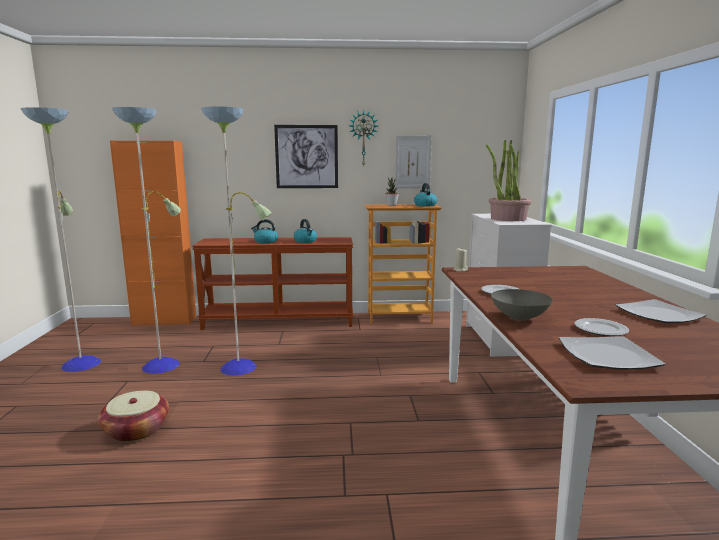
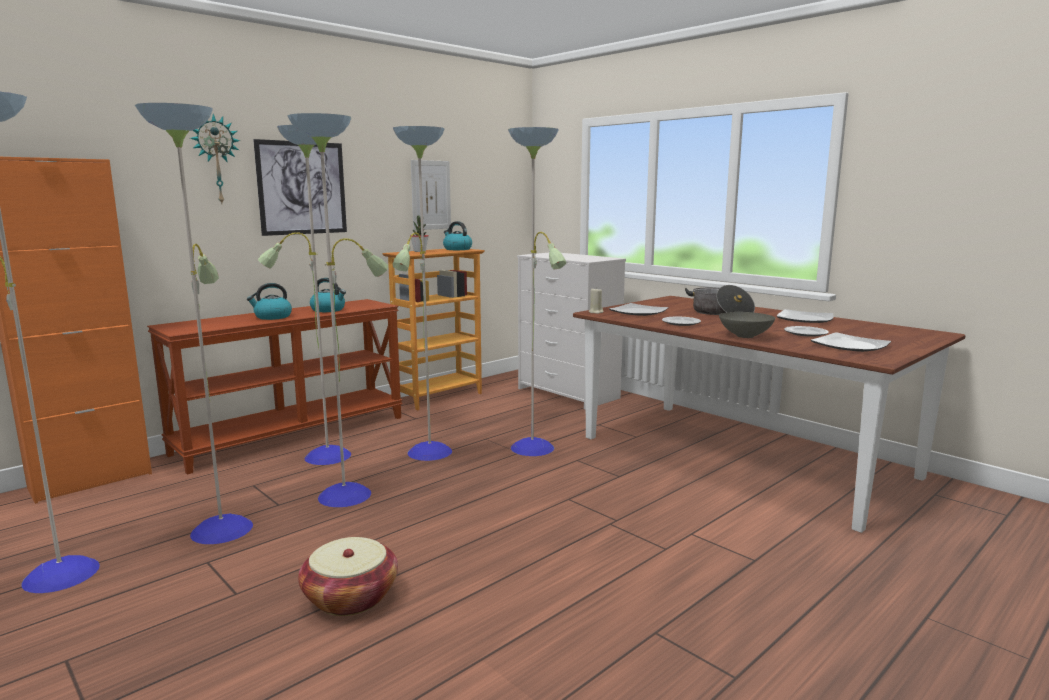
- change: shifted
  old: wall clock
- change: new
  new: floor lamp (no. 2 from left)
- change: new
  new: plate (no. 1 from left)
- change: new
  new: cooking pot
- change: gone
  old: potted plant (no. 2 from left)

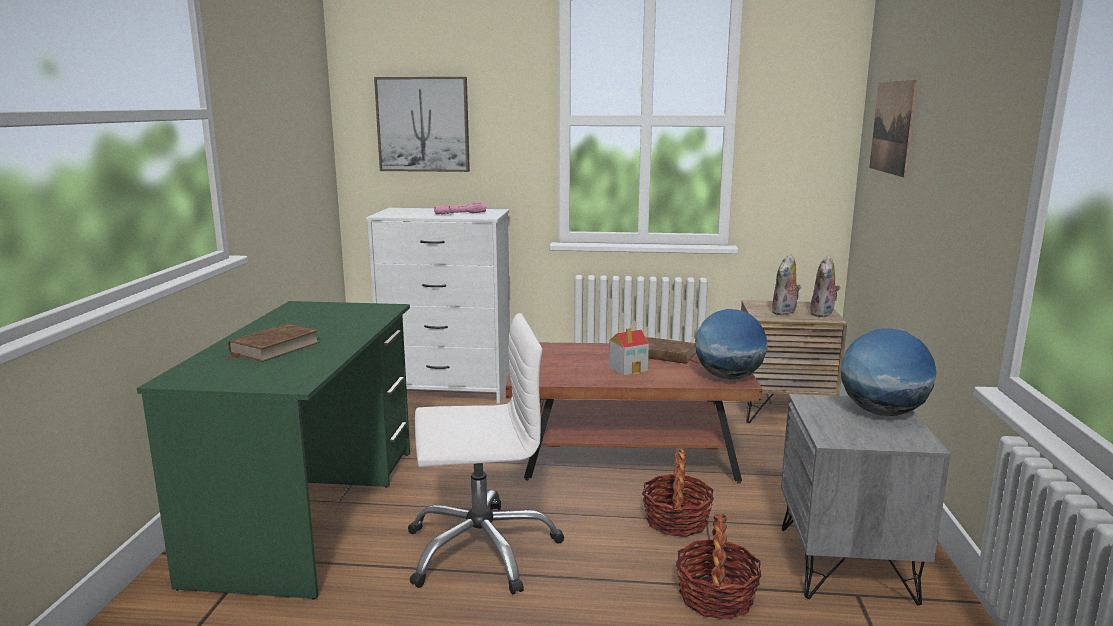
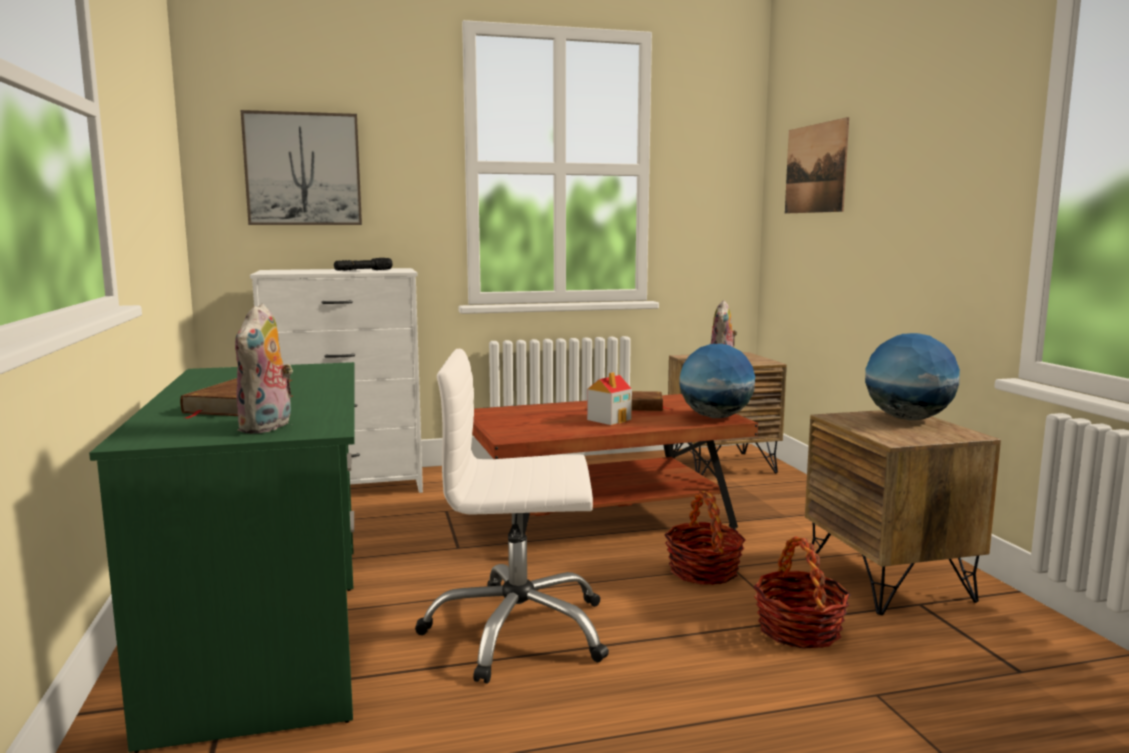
- change: shifted
  old: plush toy (no. 2 from left in the first image)
  new: plush toy (no. 1 from left)
- change: repainted
  old: flashlight (pink)
  new: flashlight (black)
- change: rotated
  old: office chair (white)
  degrees: -150
- change: repainted
  old: nightstand (grey)
  new: nightstand (brown) (no. 2 from left)

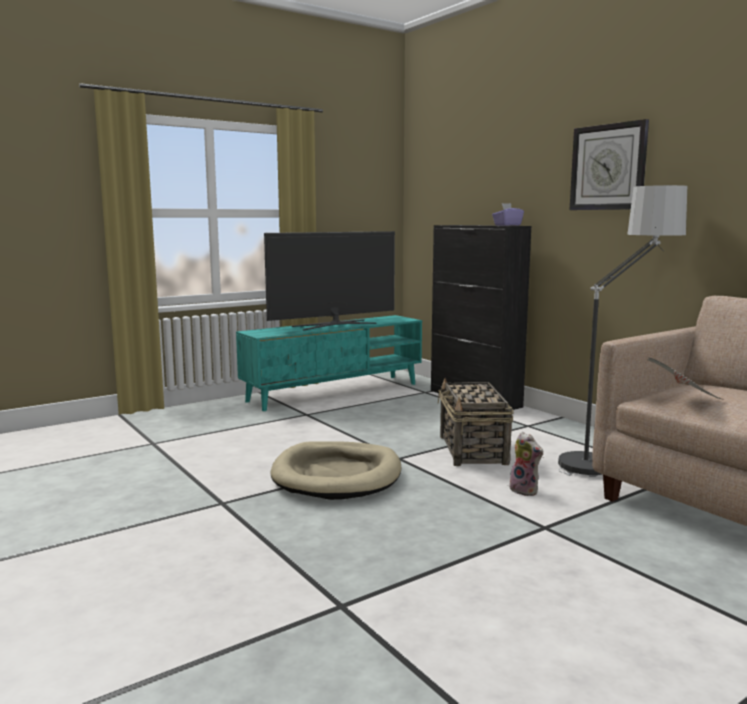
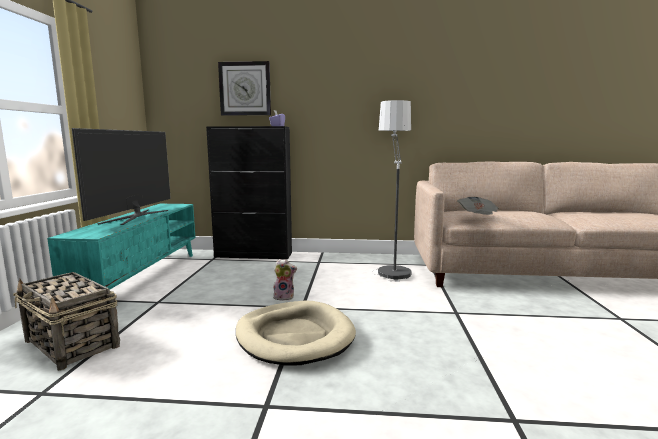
- change: shifted
  old: basket
- change: shifted
  old: wall clock
- change: shifted
  old: plush toy

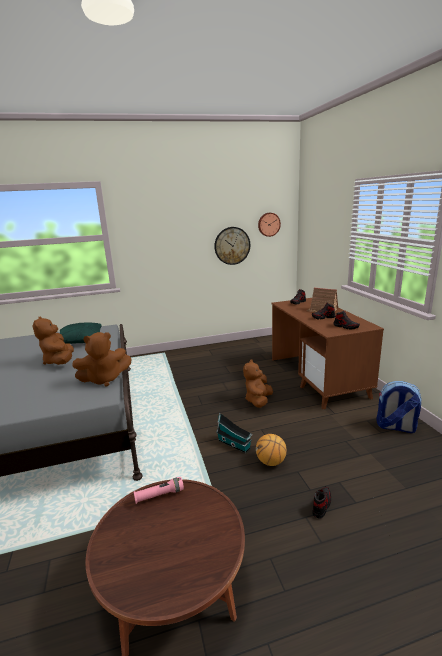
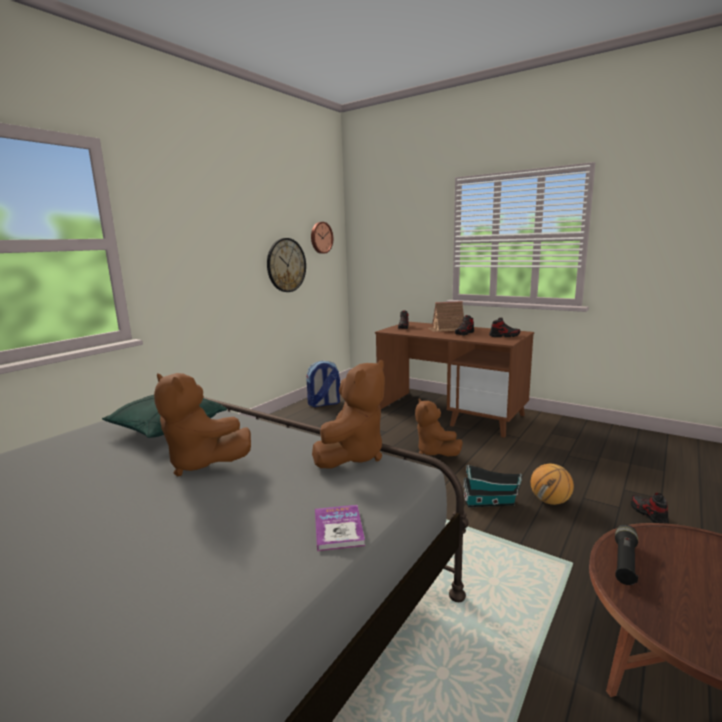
- change: shifted
  old: backpack
- change: new
  new: book
- change: repainted
  old: flashlight (pink)
  new: flashlight (black)

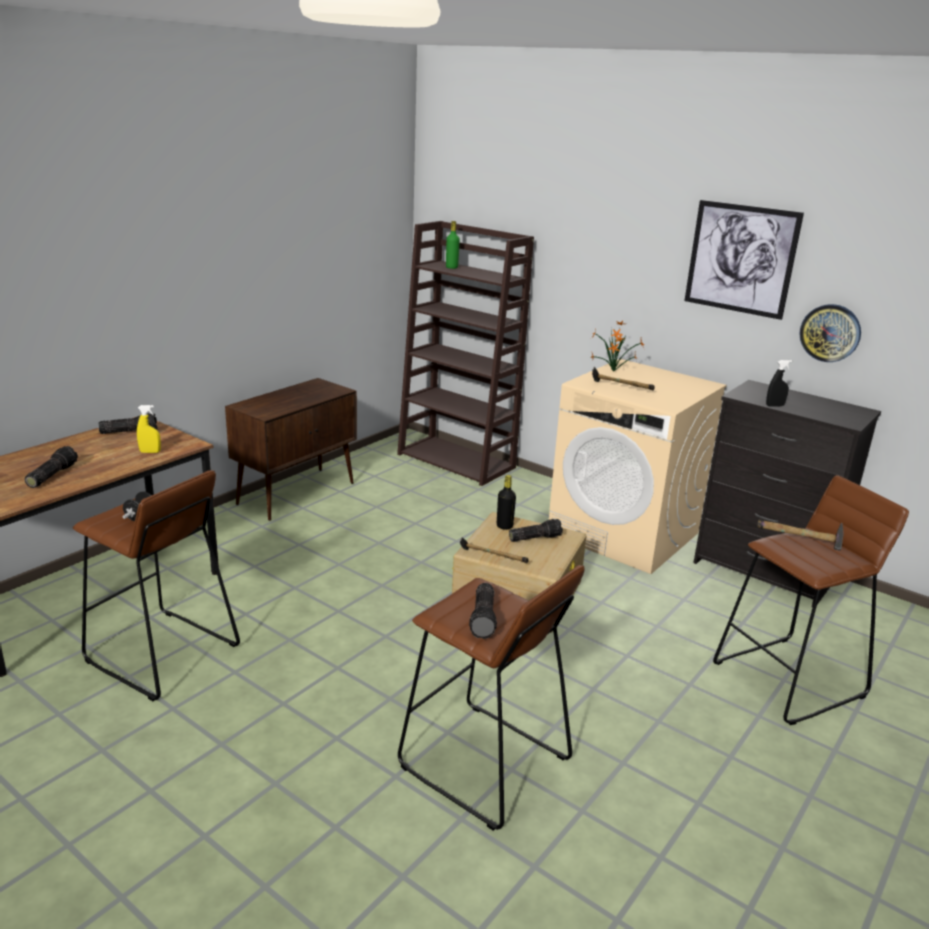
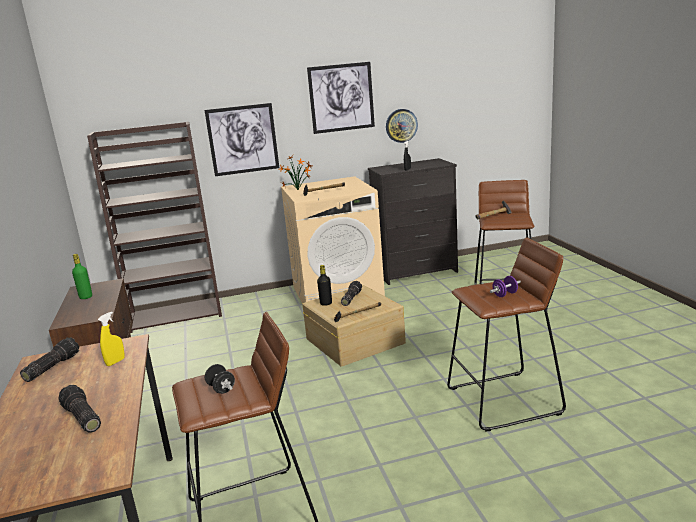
- change: shifted
  old: bottle (green)
- change: new
  new: picture (no. 1 from left)
- change: swapped
  old: flashlight (no. 3 from left)
  new: dumbbell (purple)

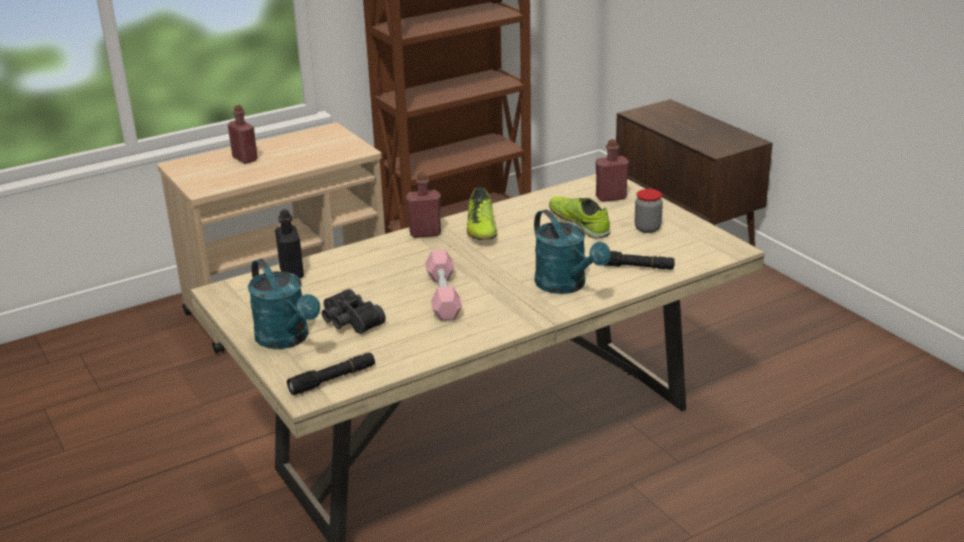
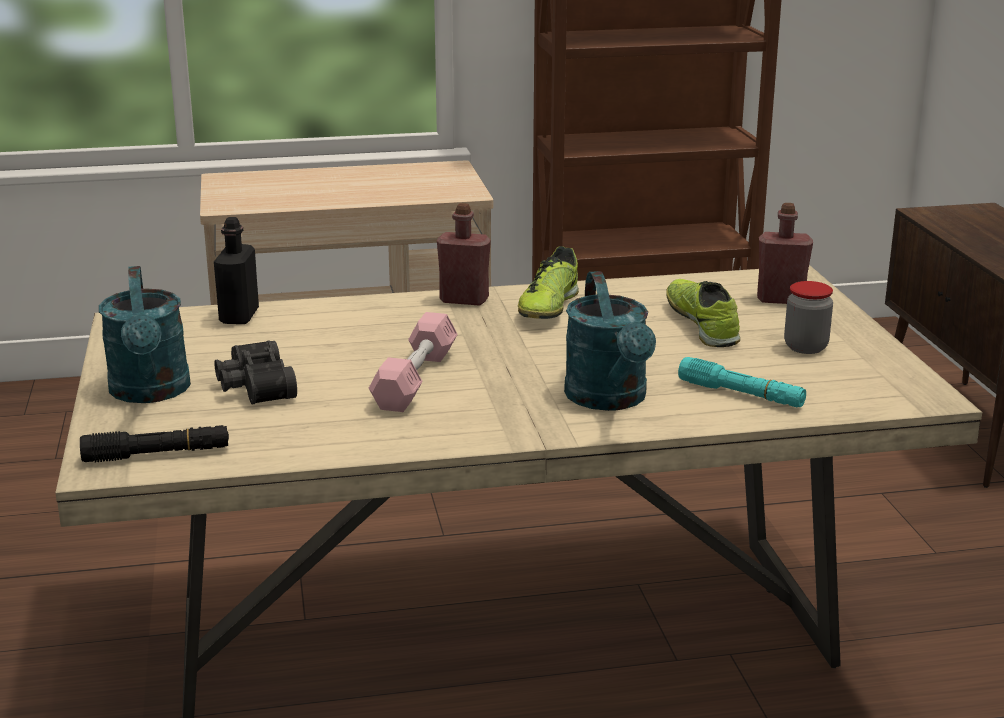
- change: repainted
  old: flashlight (black) (no. 2 from left)
  new: flashlight (turquoise)
- change: gone
  old: bottle (red) (no. 1 from left)

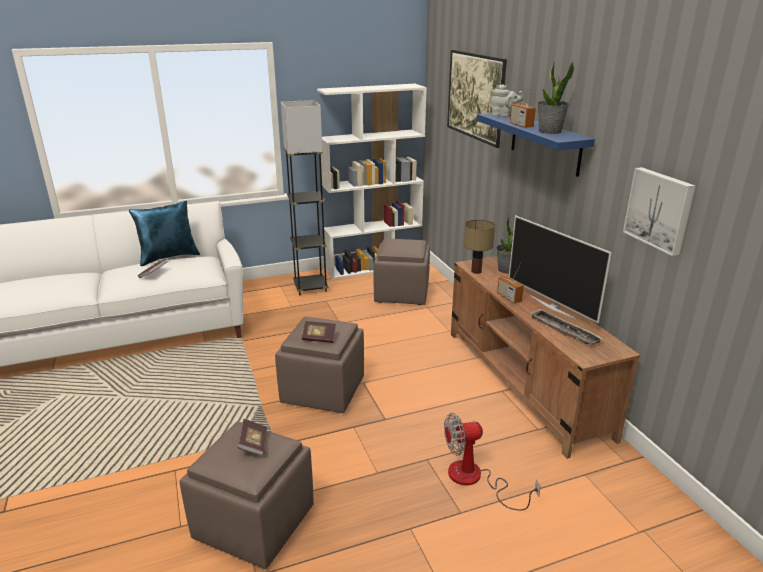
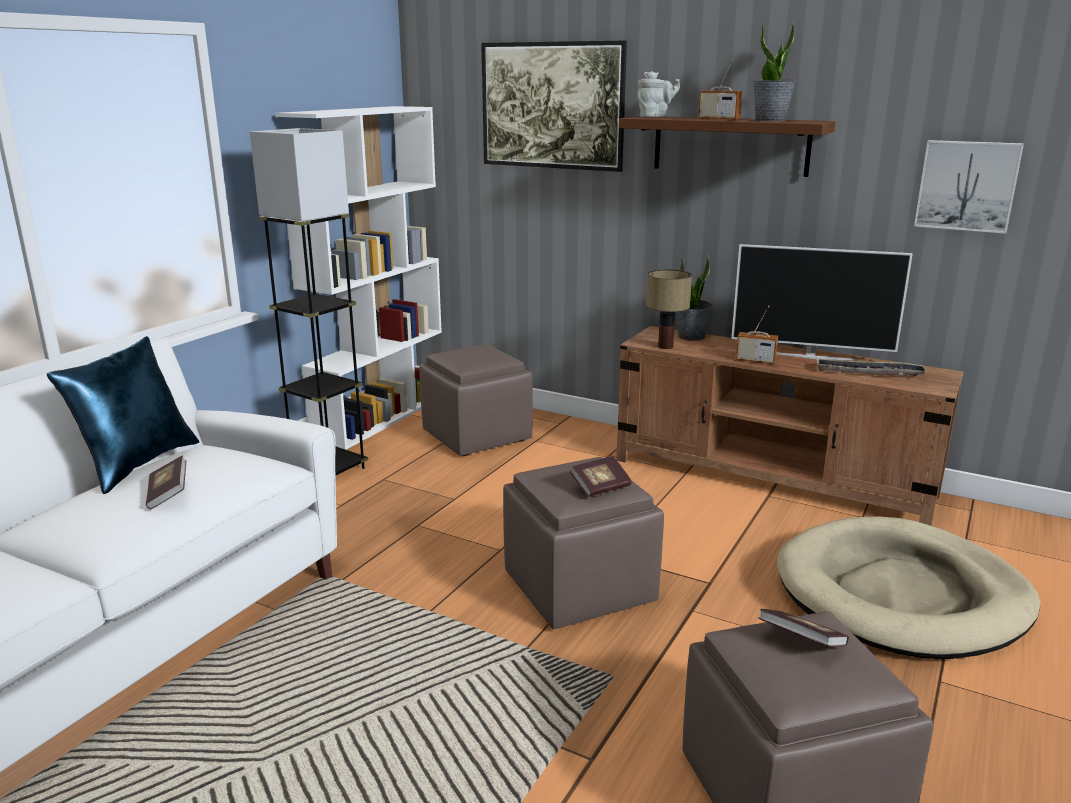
- change: repainted
  old: shelf (blue)
  new: shelf (brown)
- change: swapped
  old: fan
  new: dog bed (beige)

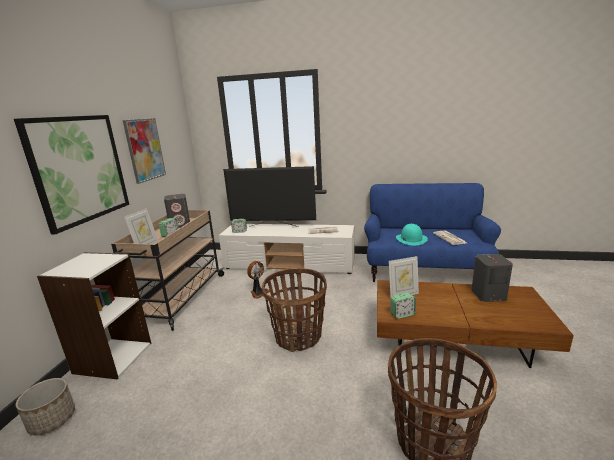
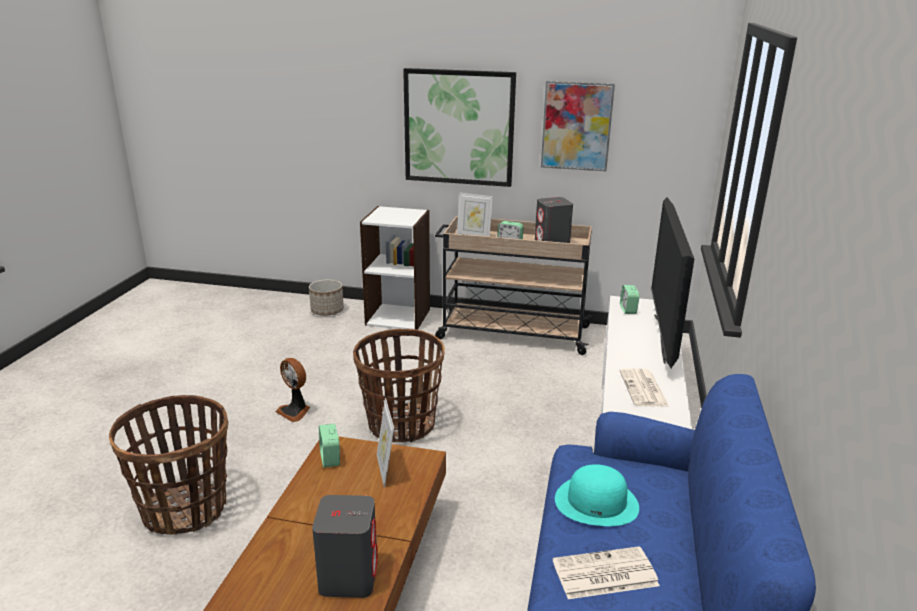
- change: shifted
  old: fan

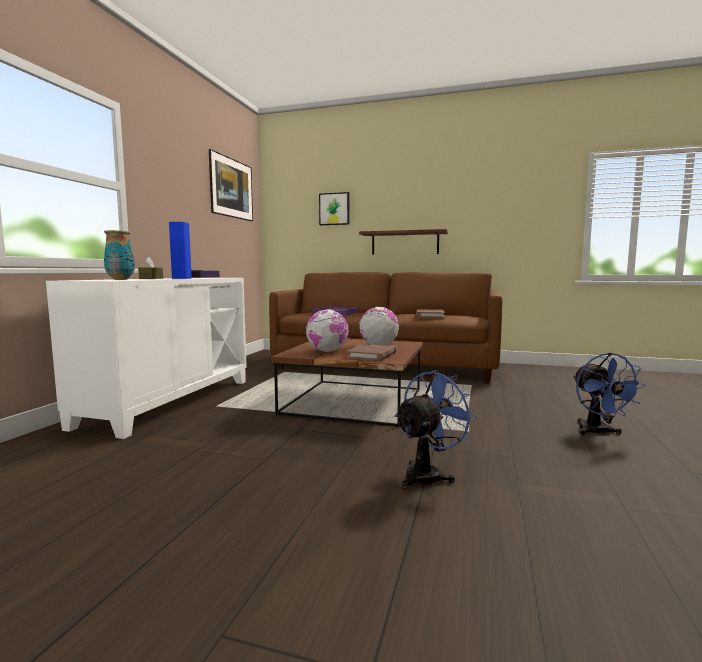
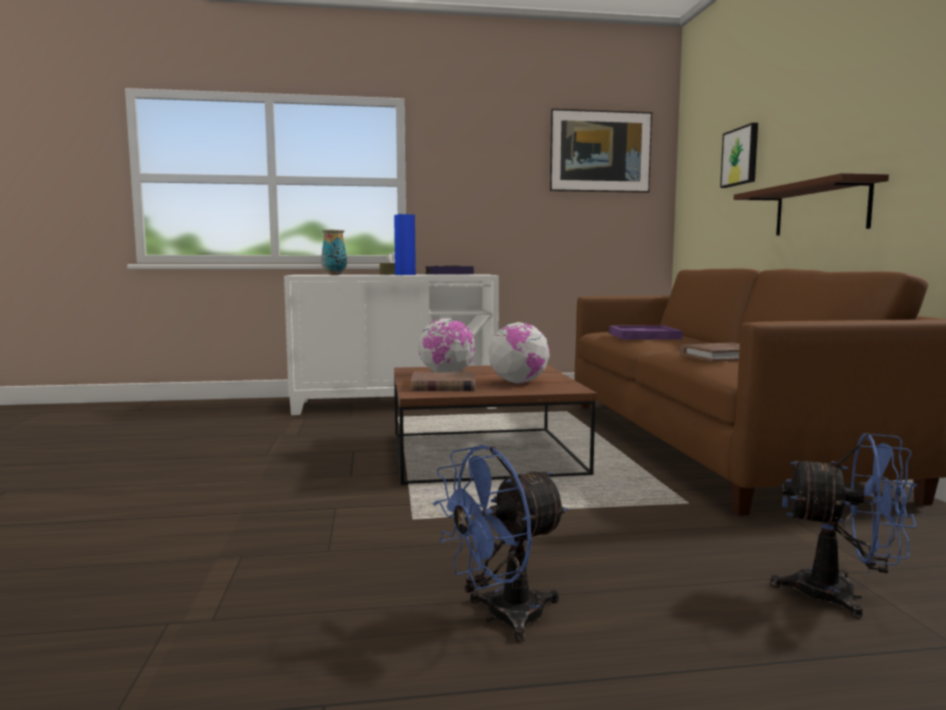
- change: shifted
  old: fan (blue) (no. 1 from left in the first image)
  new: fan (blue) (no. 2 from left)

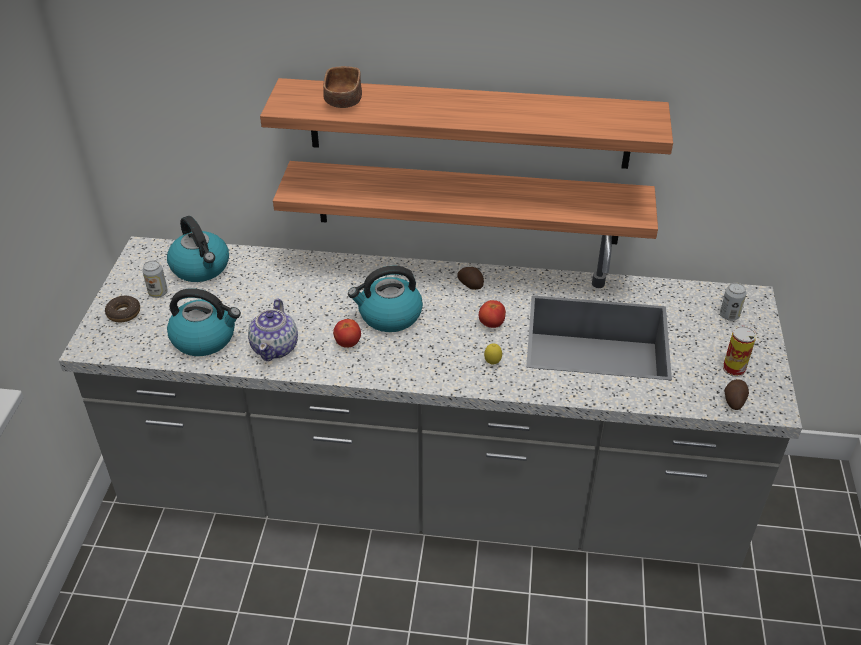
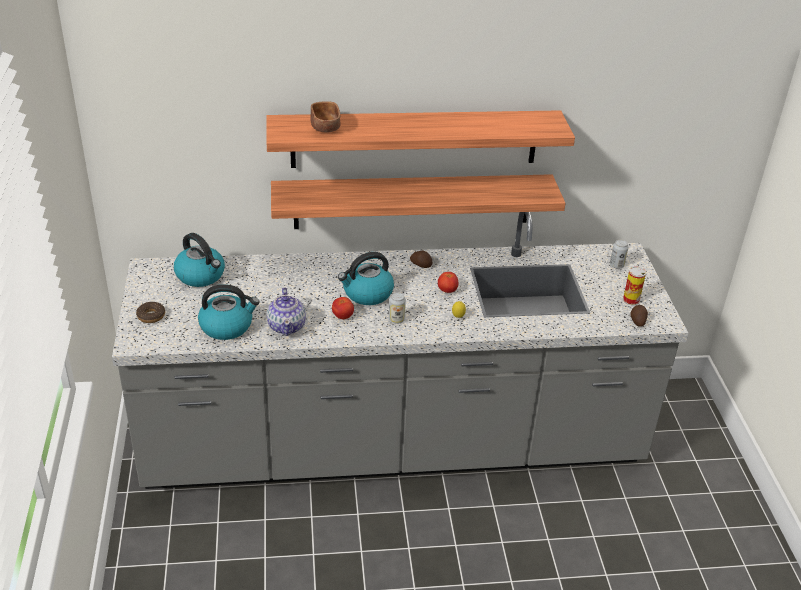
- change: shifted
  old: can (no. 1 from left)

